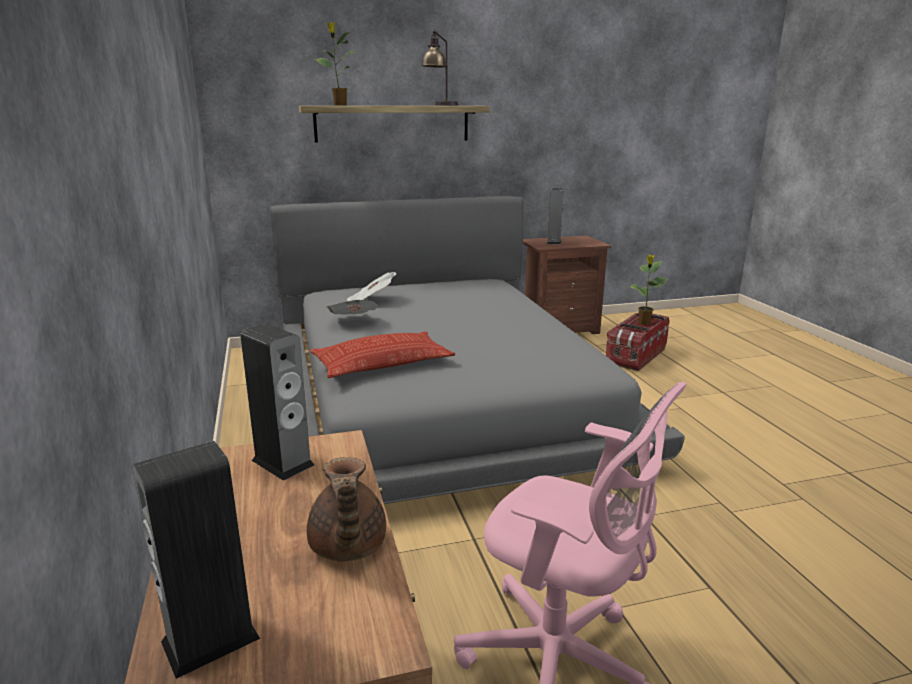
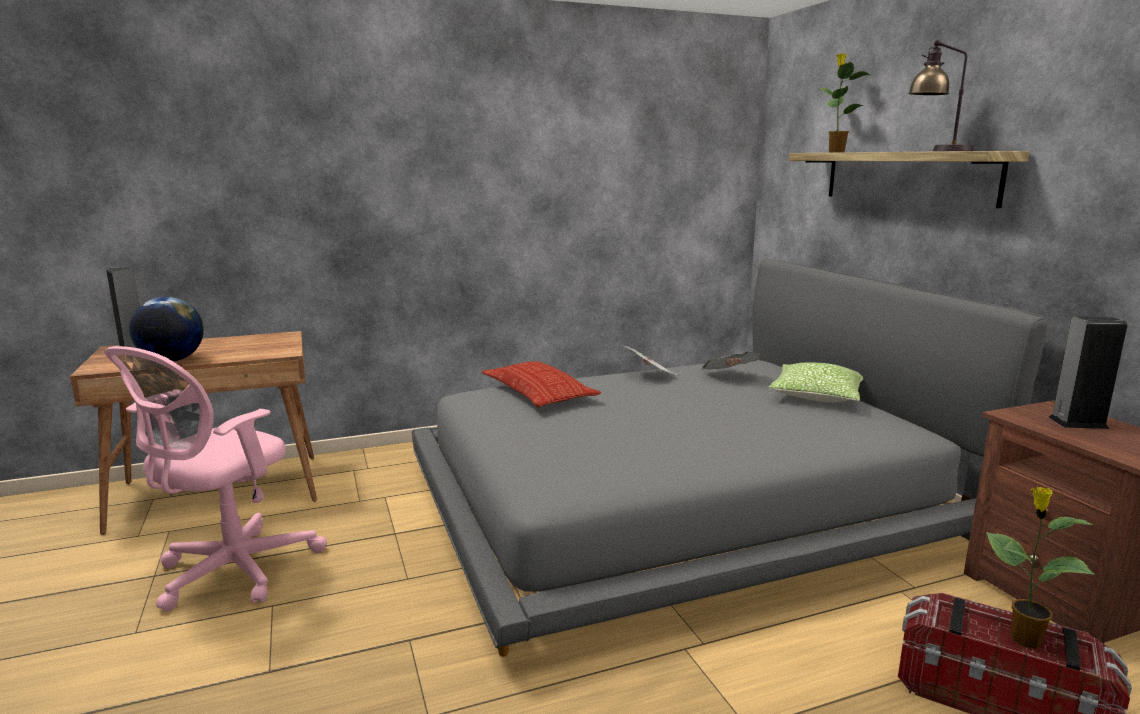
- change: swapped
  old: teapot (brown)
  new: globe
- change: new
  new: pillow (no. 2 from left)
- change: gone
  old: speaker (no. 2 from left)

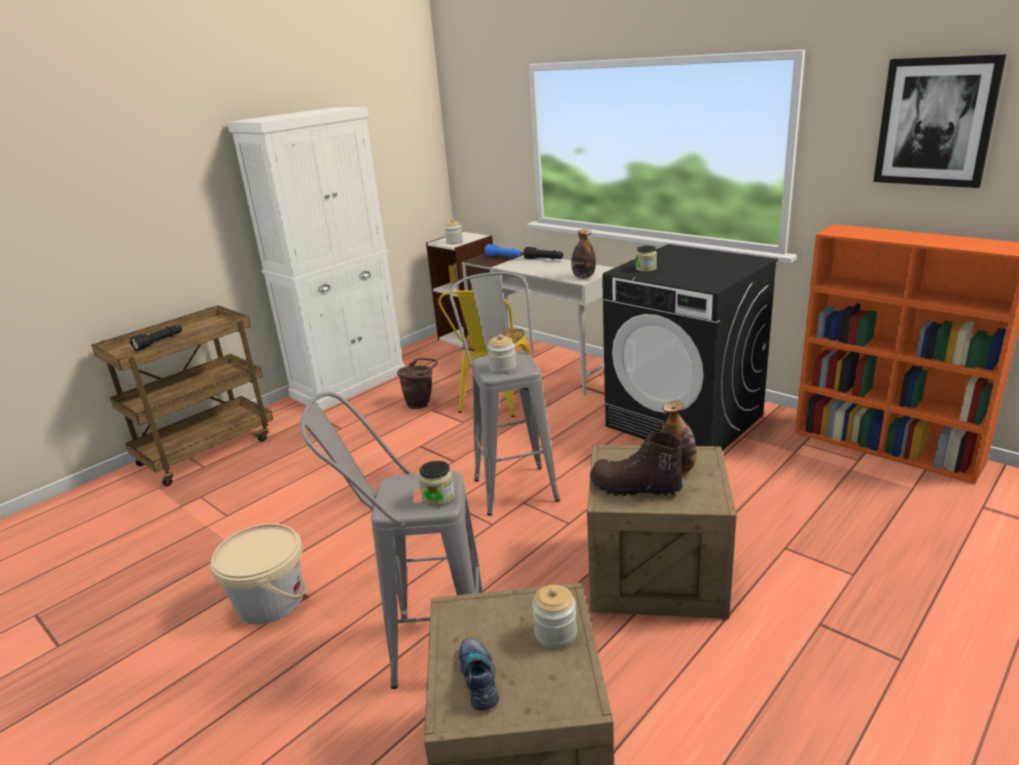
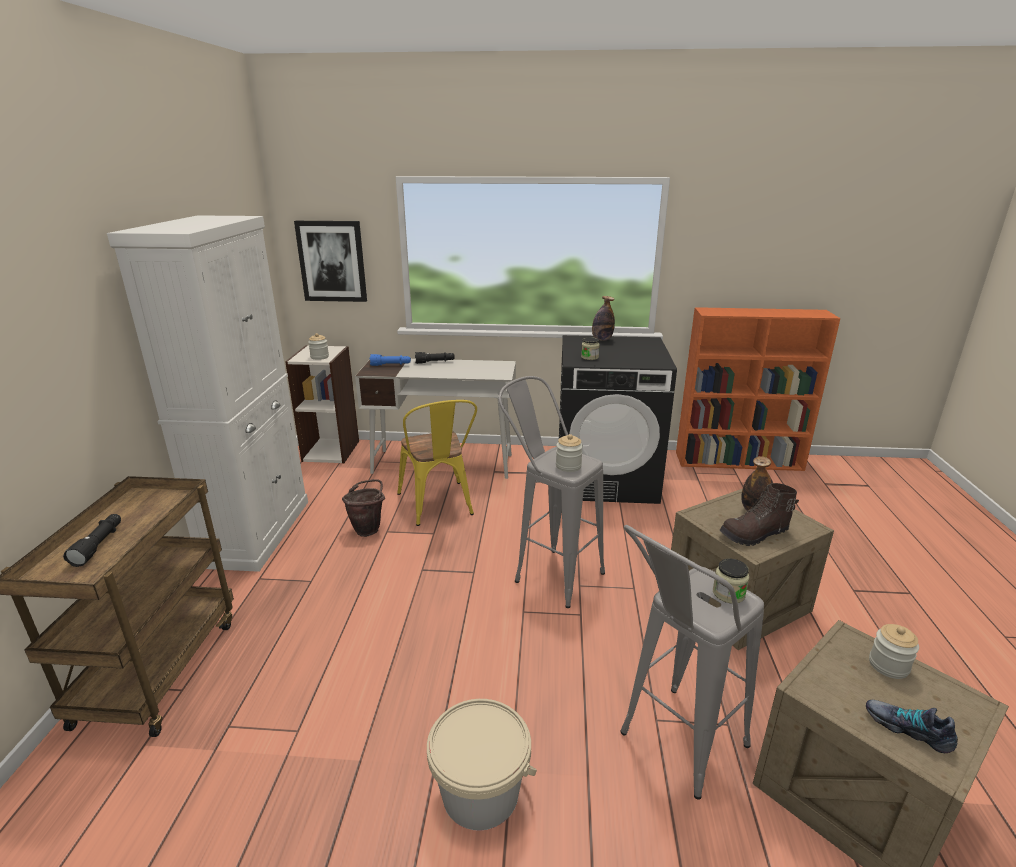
- change: shifted
  old: picture
- change: shifted
  old: bottle (no. 1 from left)

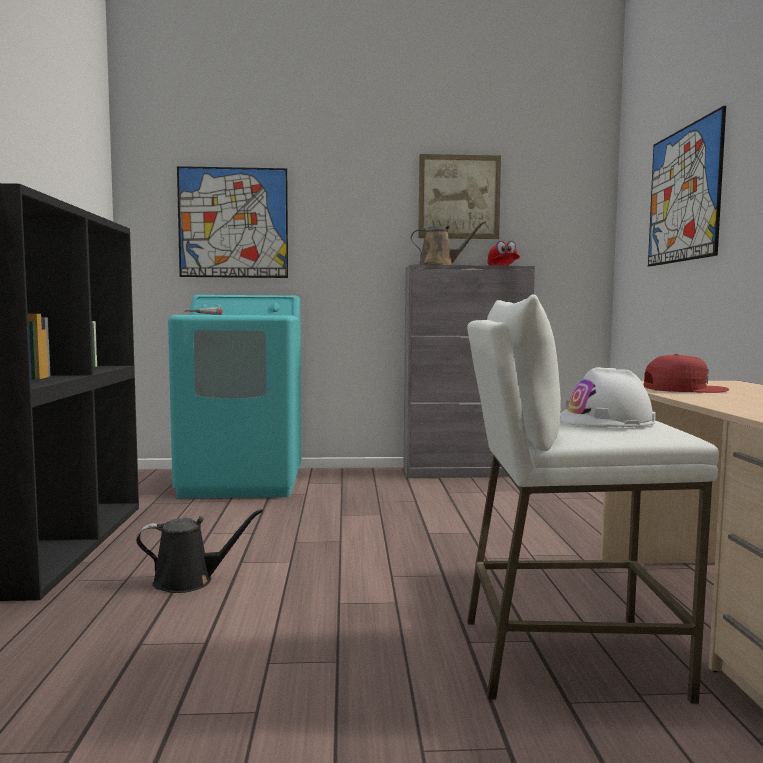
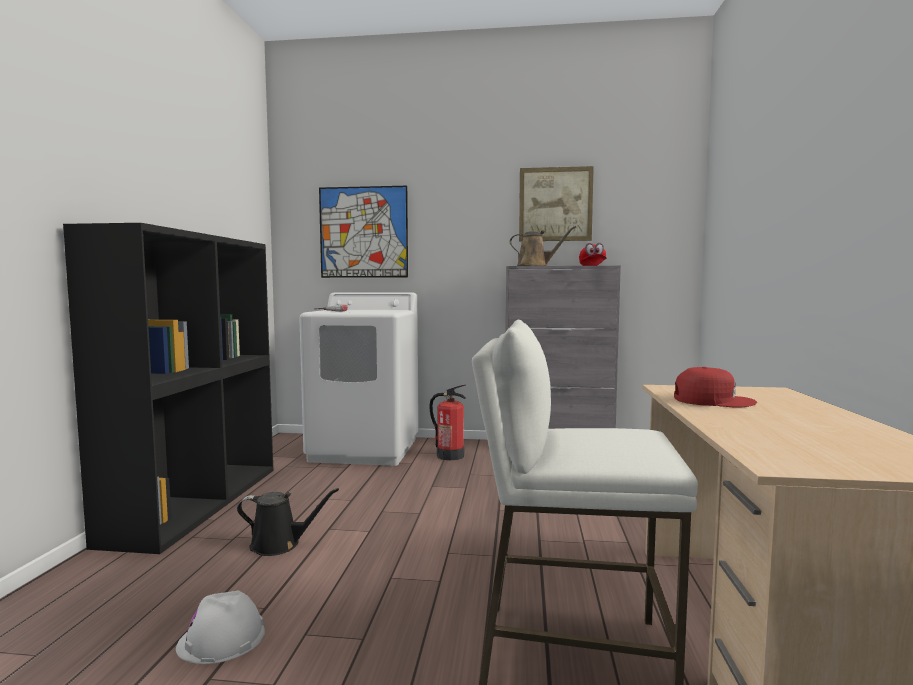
- change: shifted
  old: hard hat (white)
- change: repainted
  old: washing machine (turquoise)
  new: washing machine (white)
- change: new
  new: fire extinguisher
- change: gone
  old: picture (no. 3 from left)

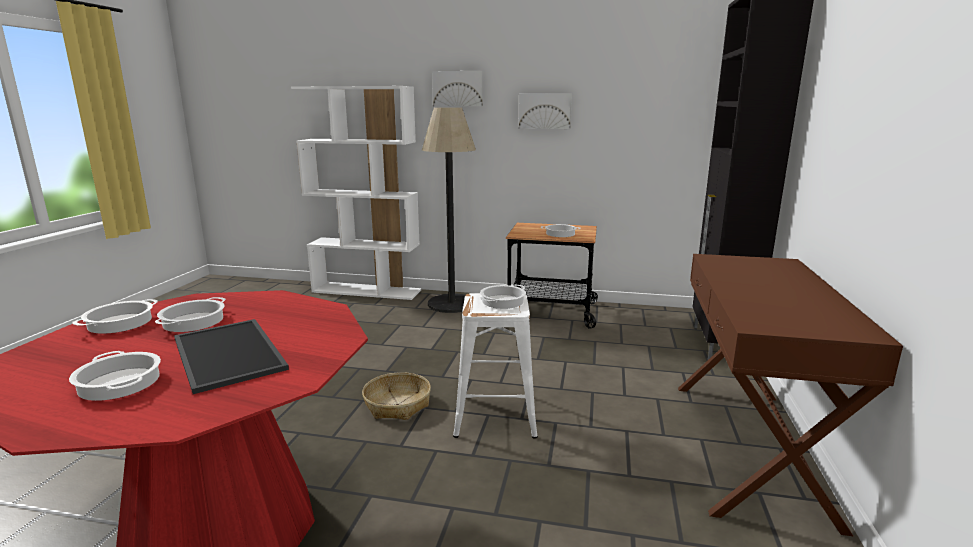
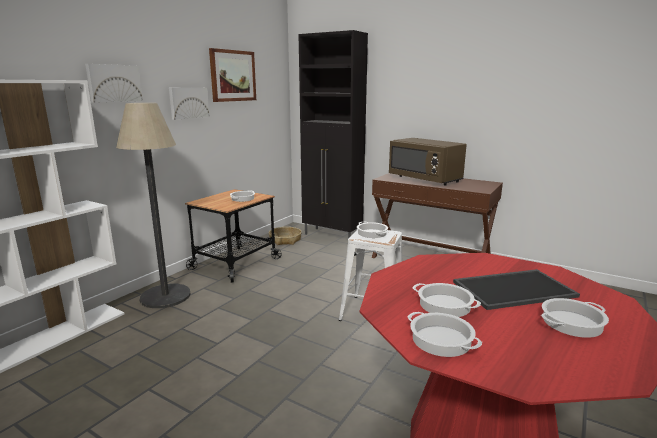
- change: new
  new: picture (no. 3 from left)
- change: shifted
  old: basket
- change: new
  new: microwave (brown)

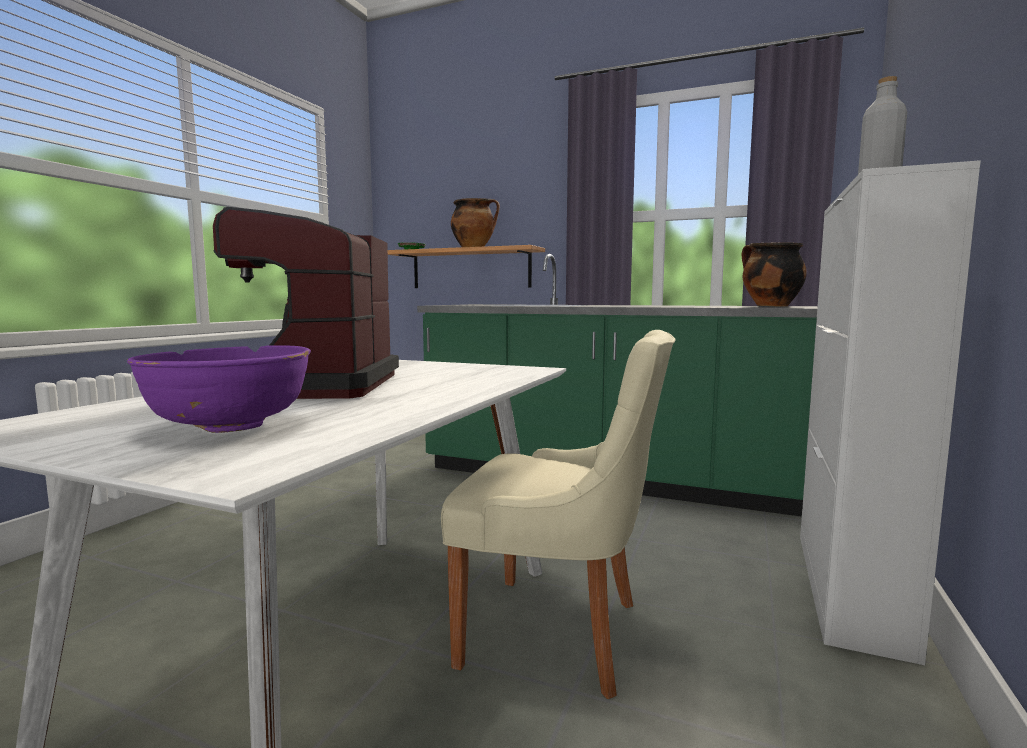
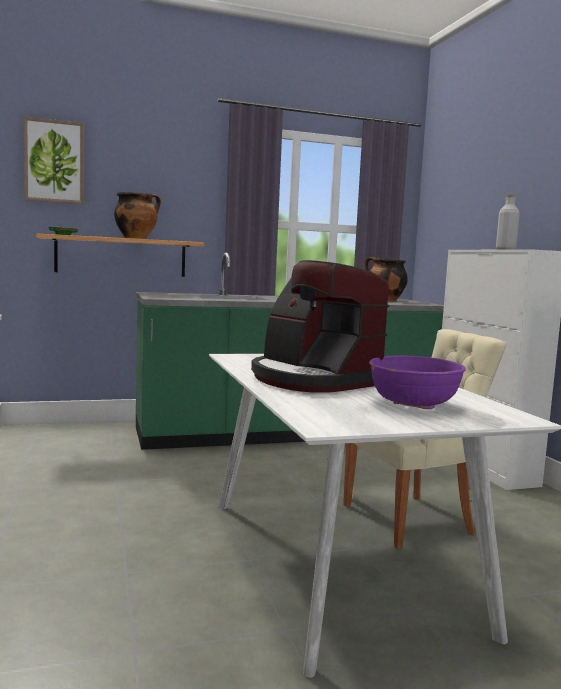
- change: new
  new: picture

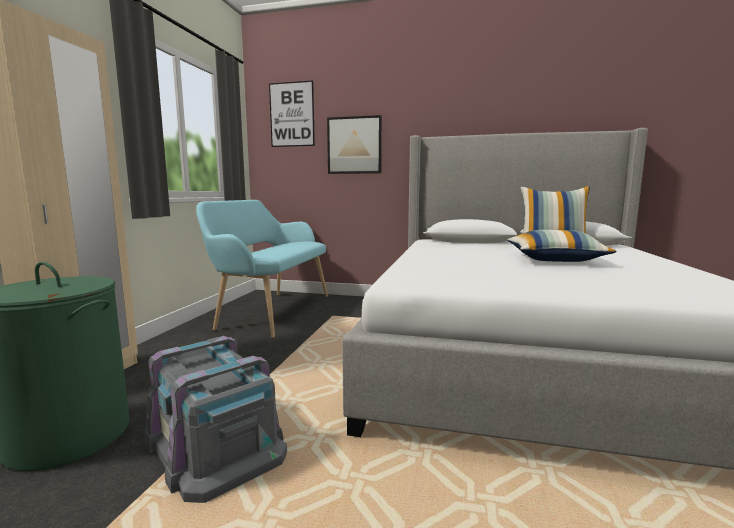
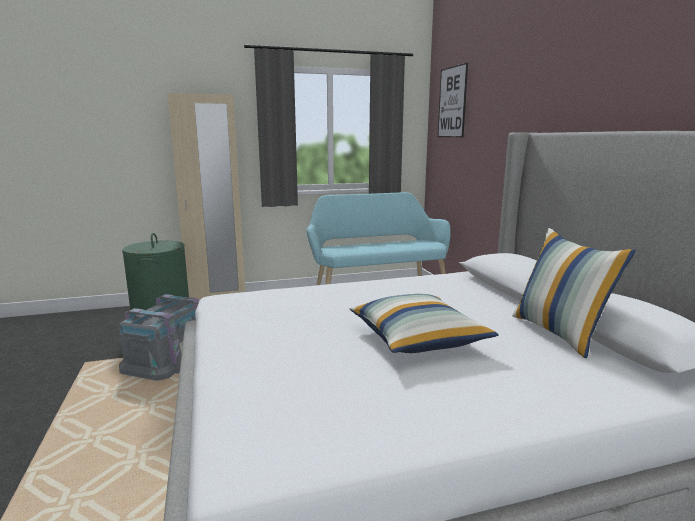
- change: gone
  old: picture (no. 2 from left)

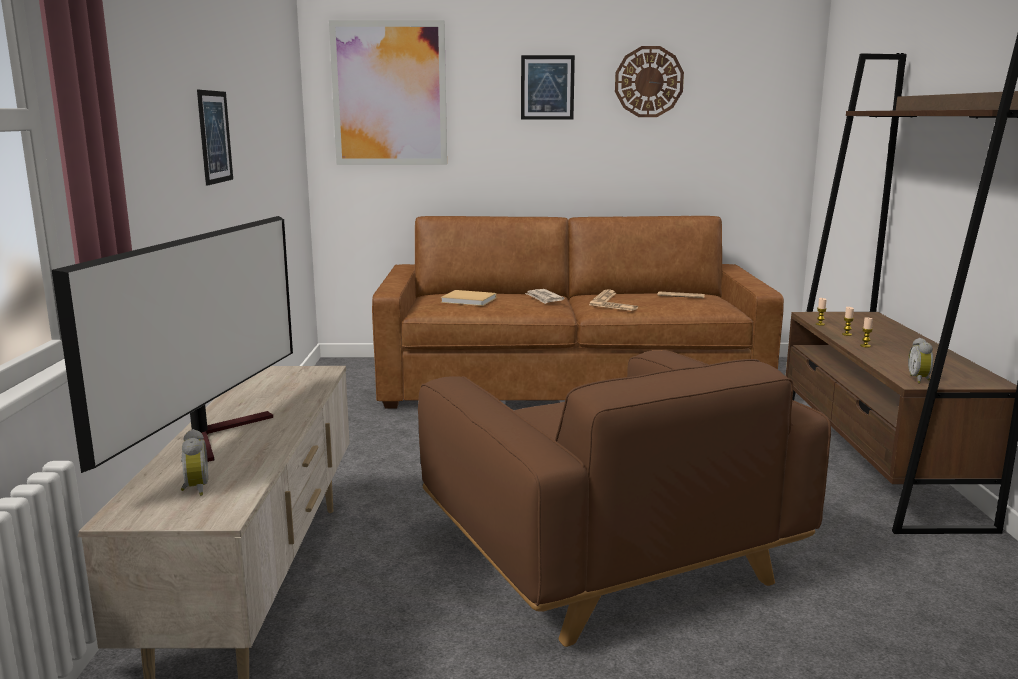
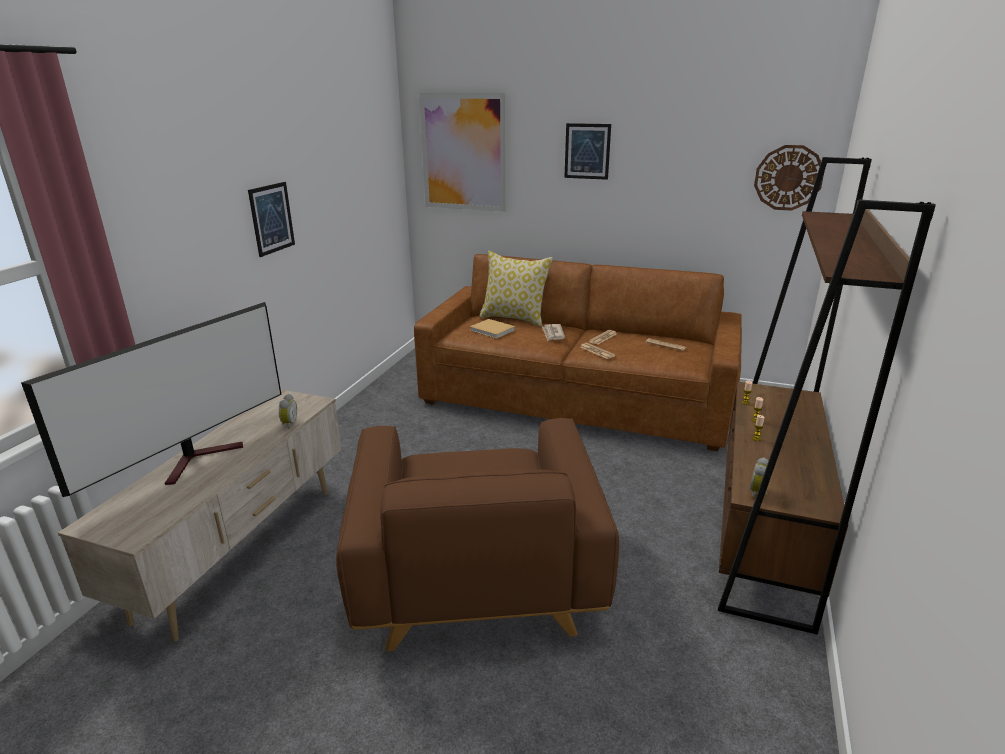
- change: shifted
  old: alarm clock (no. 1 from left)
- change: new
  new: pillow
- change: shifted
  old: wall clock

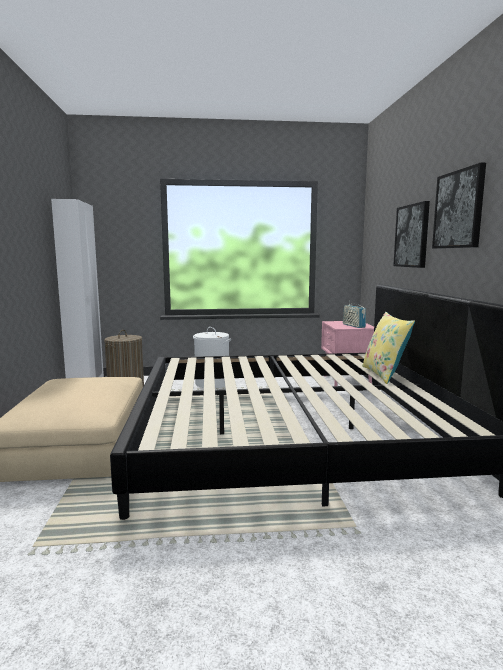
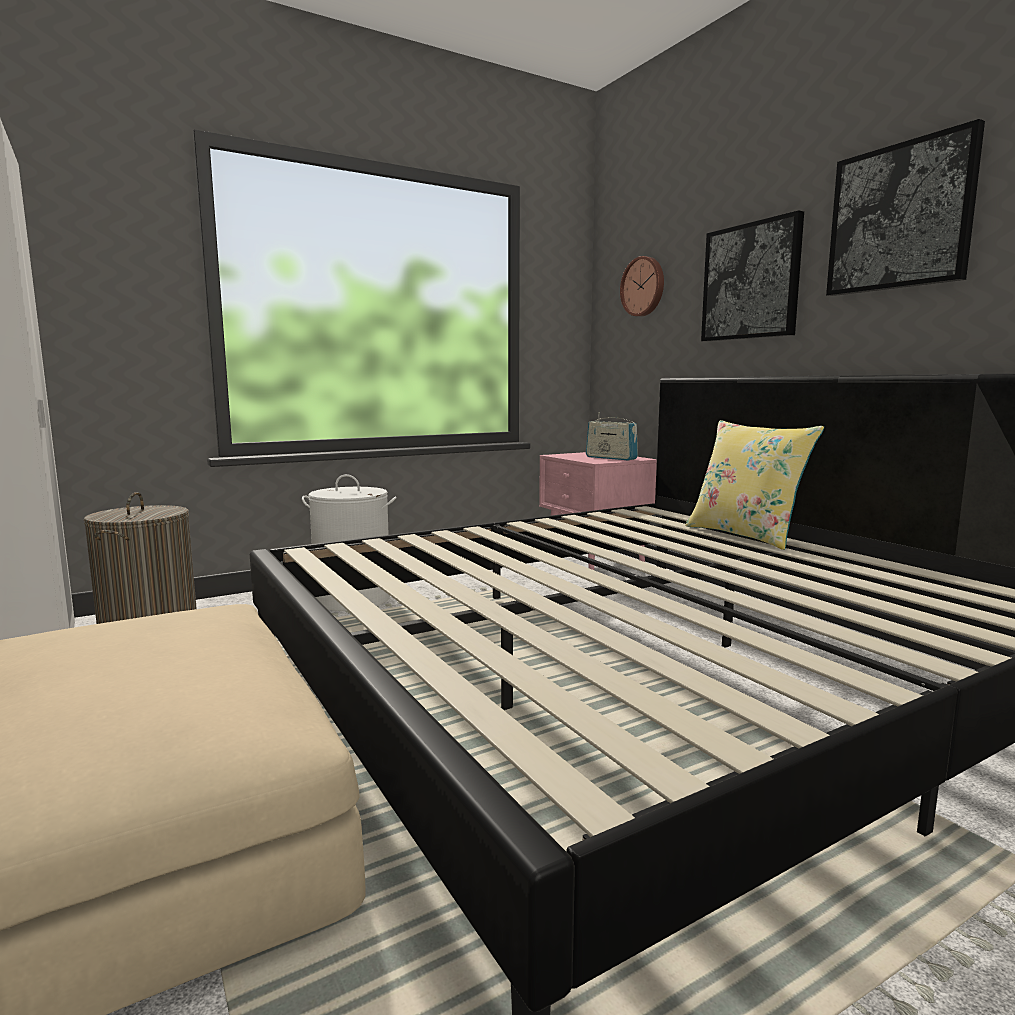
- change: new
  new: wall clock

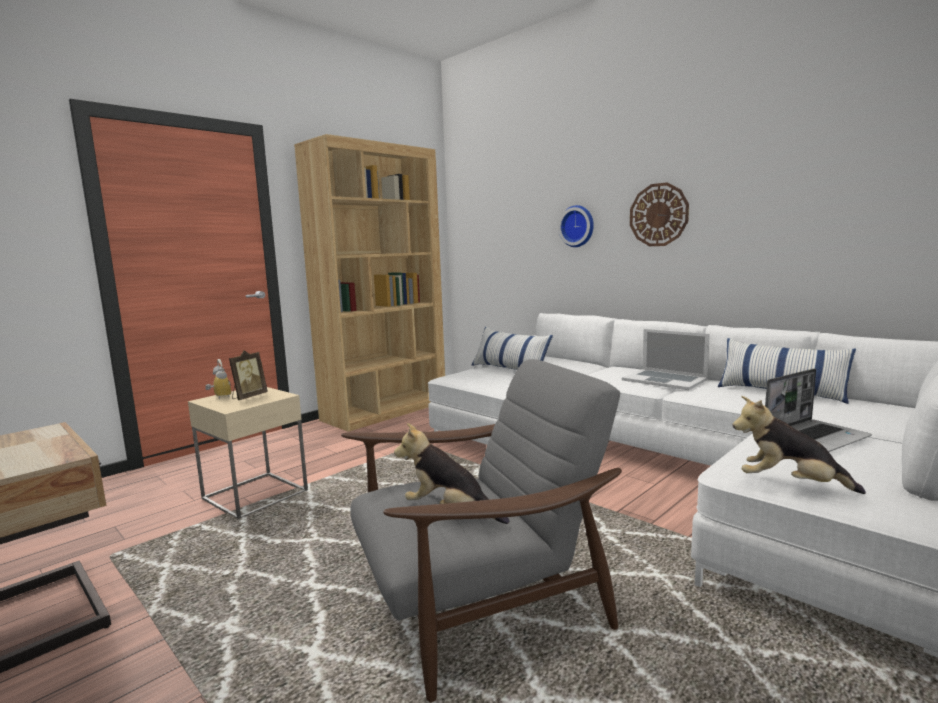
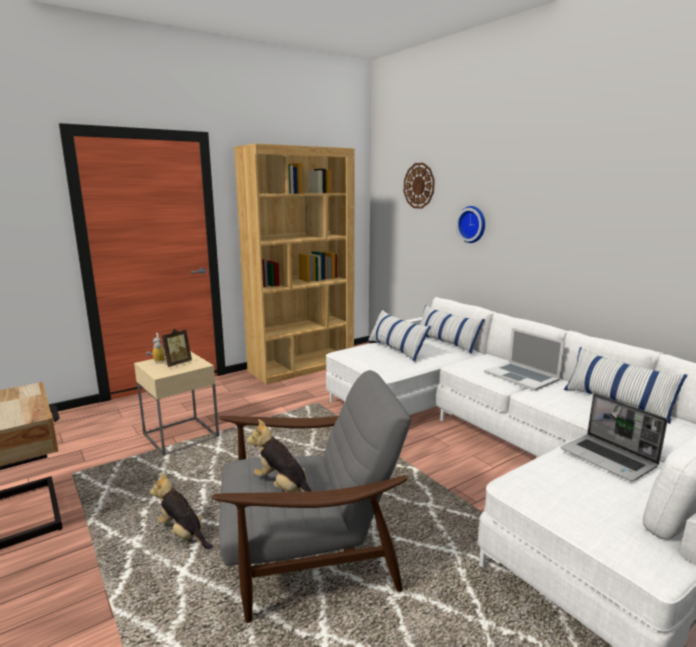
- change: shifted
  old: plush toy (no. 2 from left in the first image)
  new: plush toy (no. 1 from left)
- change: shifted
  old: wall clock (no. 2 from left in the first image)
  new: wall clock (no. 1 from left)
- change: new
  new: pillow (no. 2 from left)
- change: rotated
  old: laptop (no. 2 from left)
  degrees: 75

